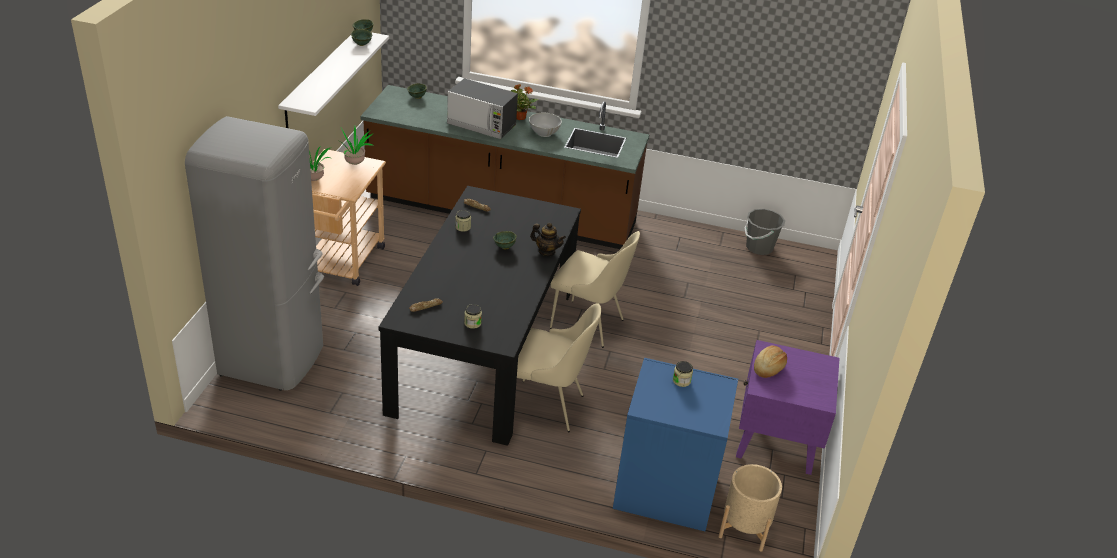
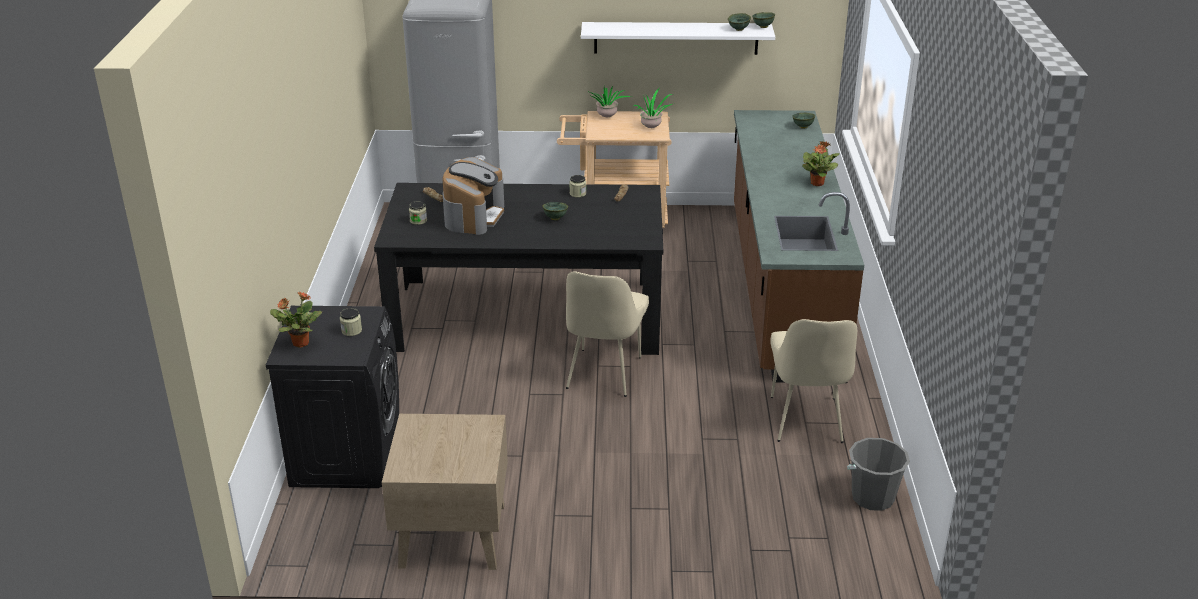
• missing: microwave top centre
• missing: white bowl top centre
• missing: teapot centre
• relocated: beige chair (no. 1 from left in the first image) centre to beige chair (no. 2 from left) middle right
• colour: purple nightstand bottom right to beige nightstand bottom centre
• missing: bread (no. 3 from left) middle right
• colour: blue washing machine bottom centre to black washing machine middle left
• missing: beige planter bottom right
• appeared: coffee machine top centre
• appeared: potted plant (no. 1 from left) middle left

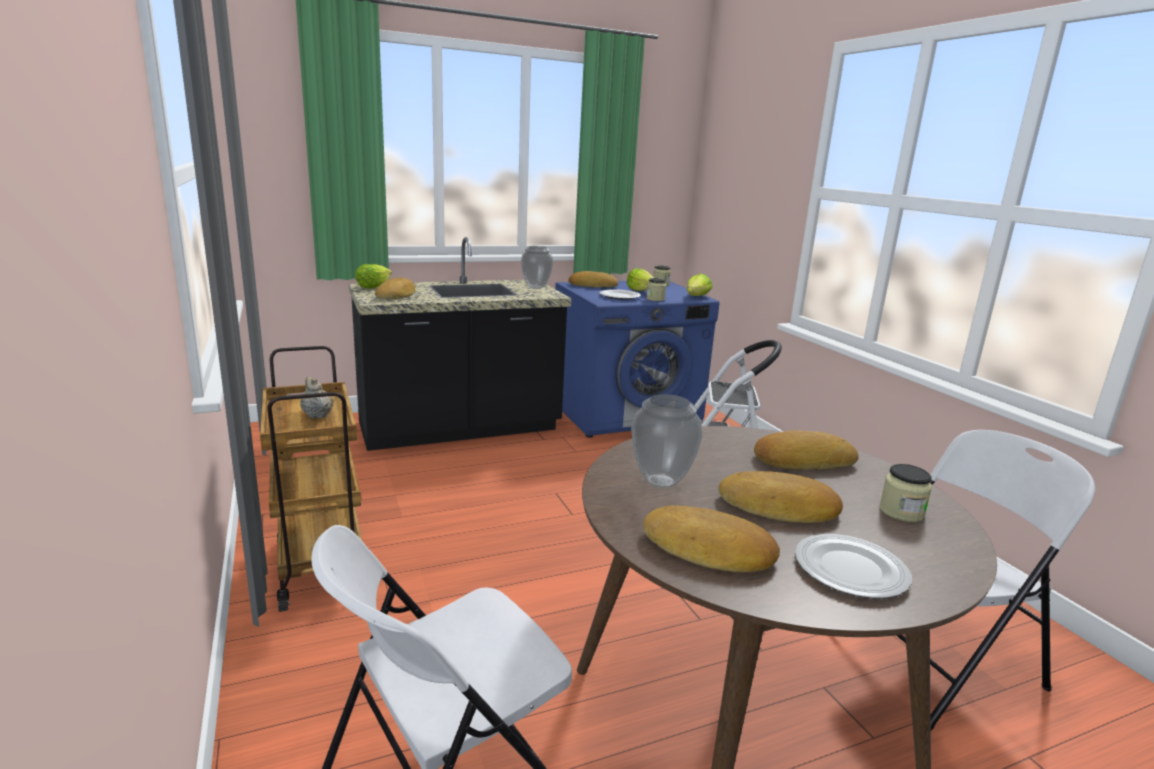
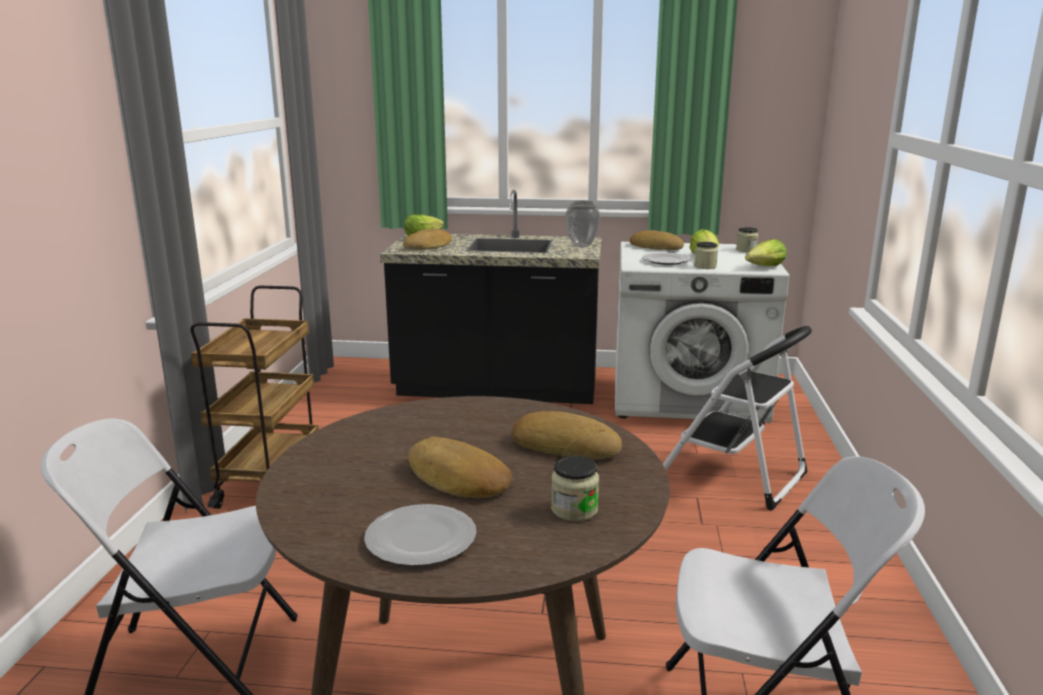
• colour: blue washing machine centre to white washing machine middle right
• missing: beige teapot middle left
• missing: vase (no. 2 from left) centre
• missing: bread (no. 3 from left) bottom centre

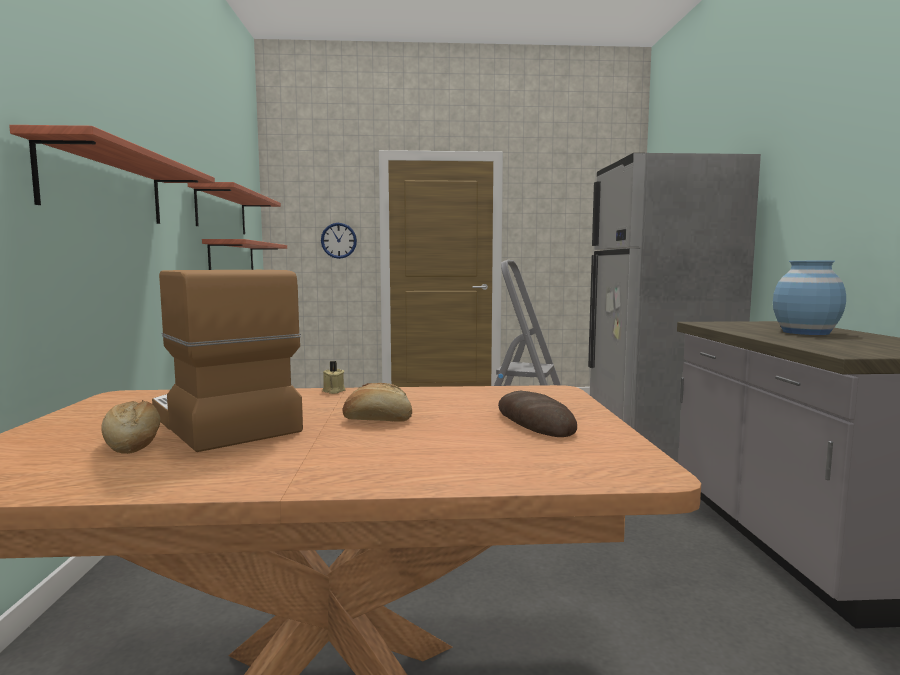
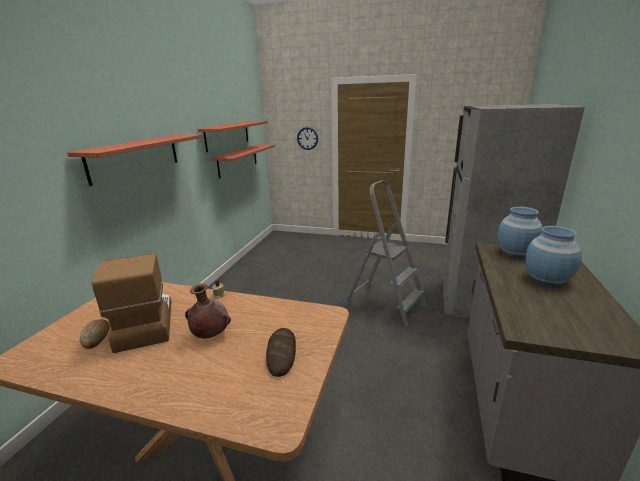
• exchanged: bread (no. 2 from left) centre to brown vase middle left
• appeared: blue vase (no. 1 from left) middle right

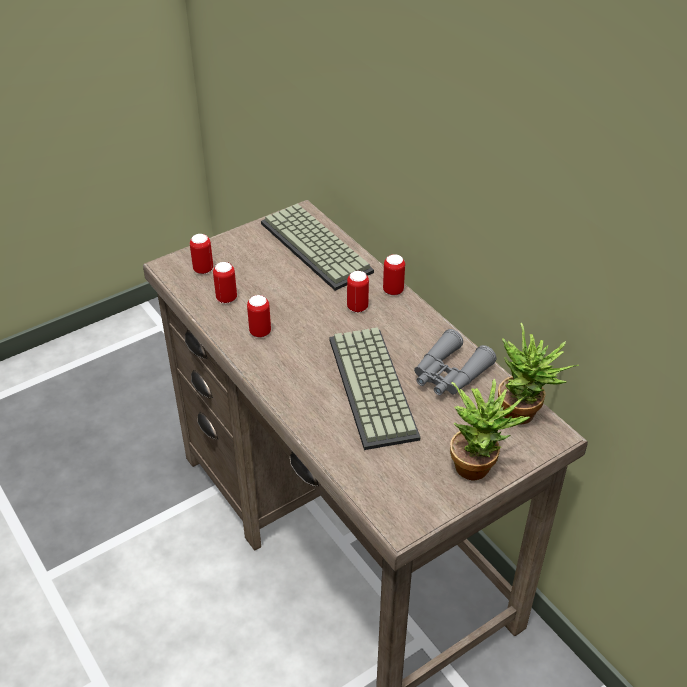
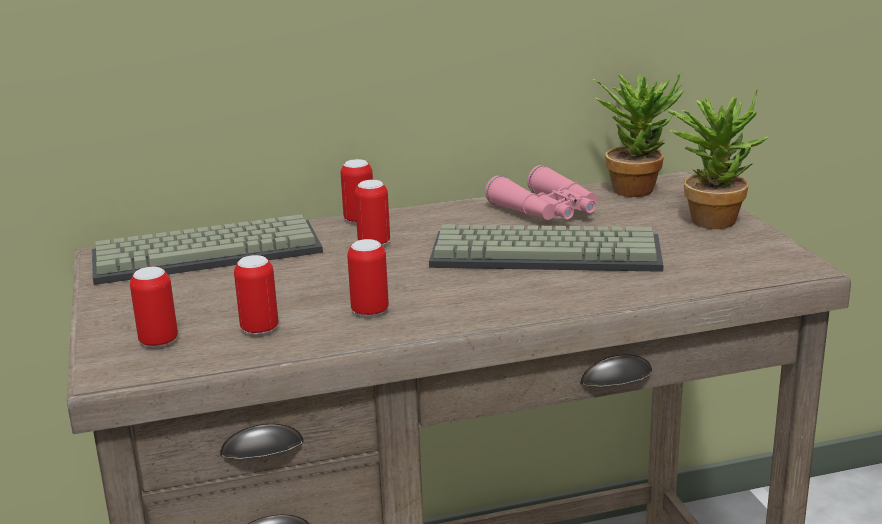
• colour: grey binoculars centre to pink binoculars centre

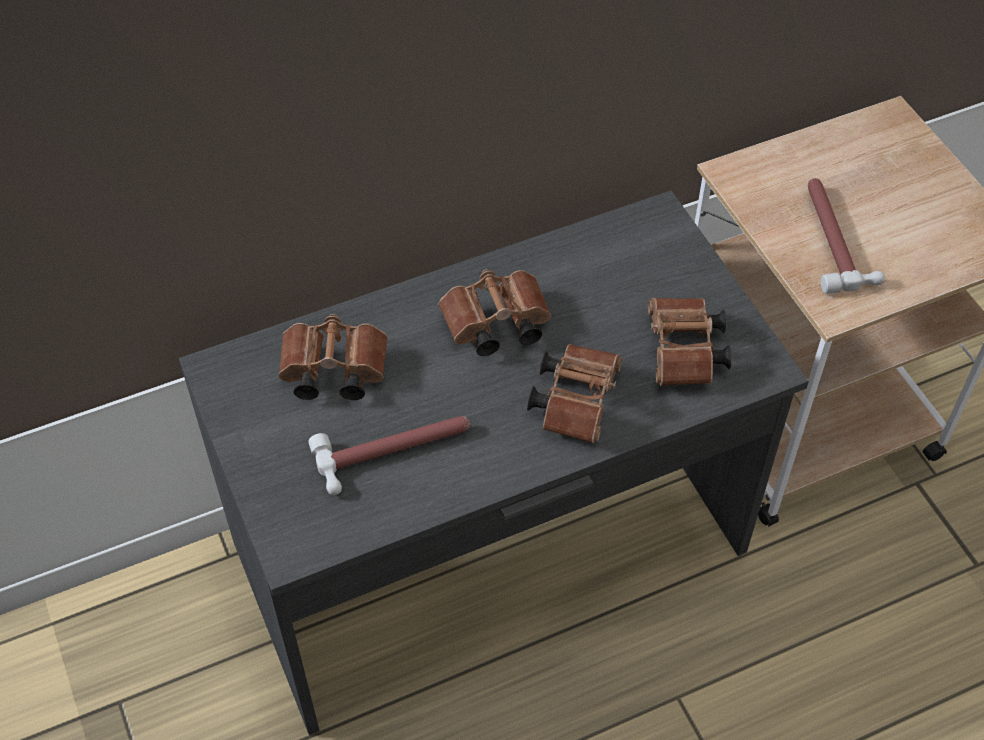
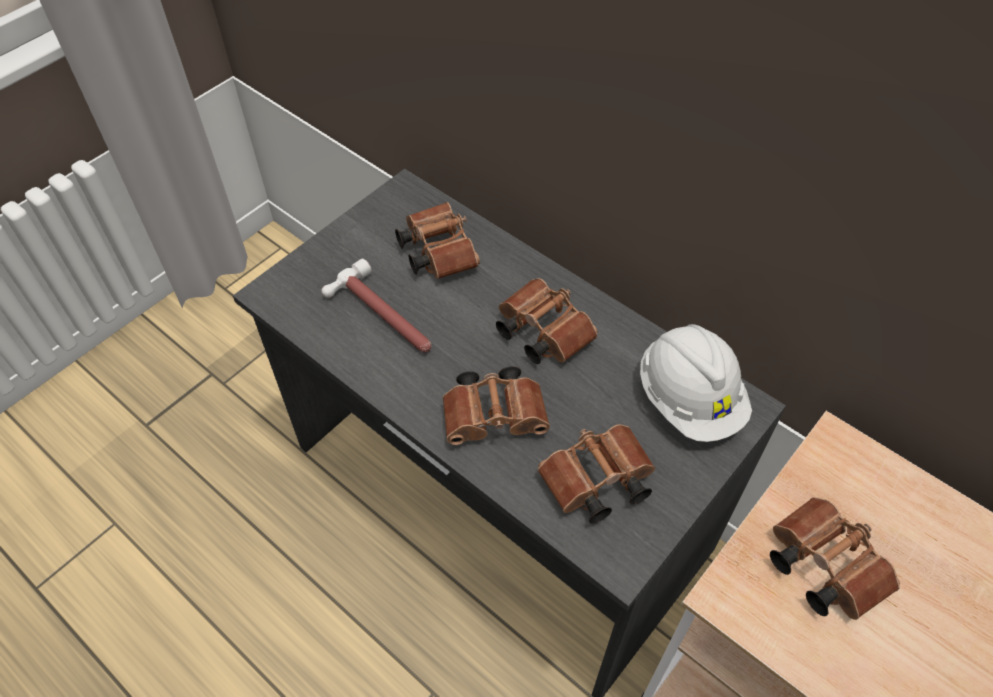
• exchanged: hammer (no. 2 from left) top right to brown binoculars (no. 5 from left) bottom right
• appeared: white hard hat middle right

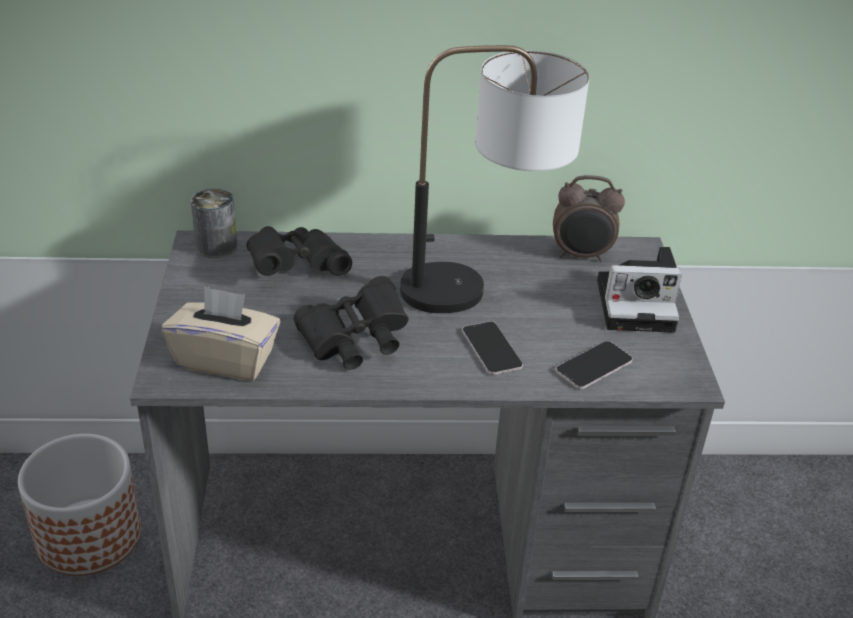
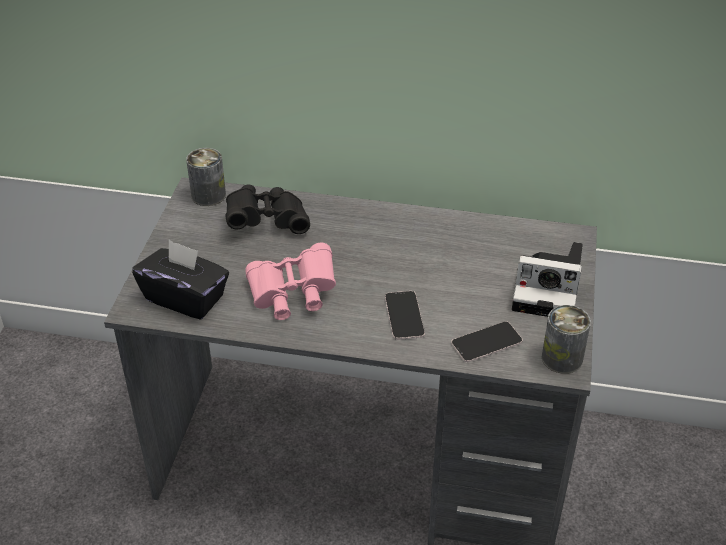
• missing: table lamp top centre
• missing: alarm clock middle right
• colour: black binoculars (no. 2 from left) centre to pink binoculars centre
• colour: beige tissue box middle left to black tissue box middle left
• missing: planter bottom left
• appeared: can (no. 2 from left) middle right

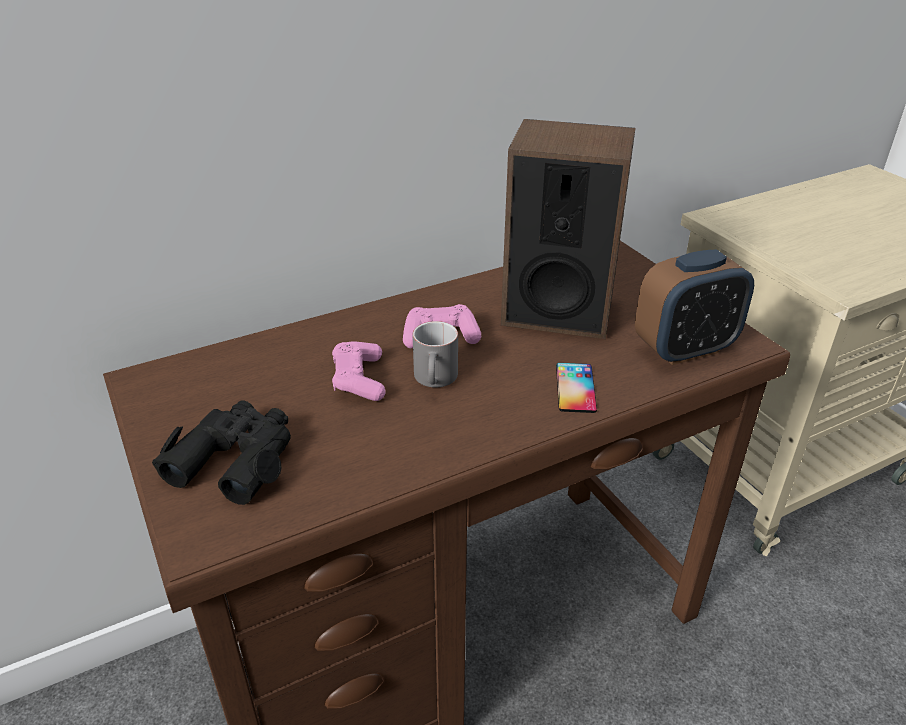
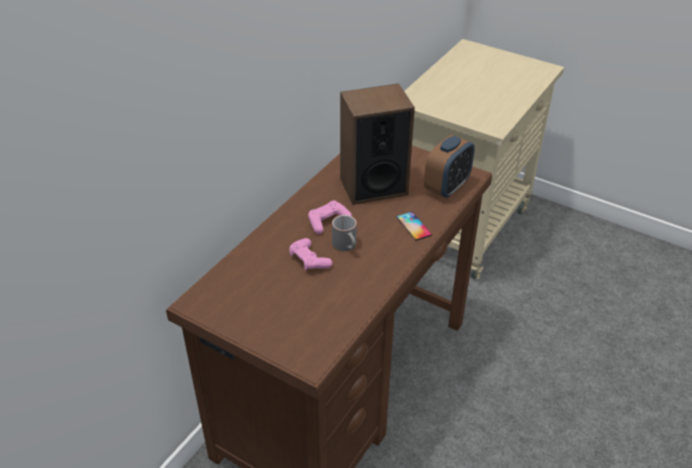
• missing: black binoculars middle left

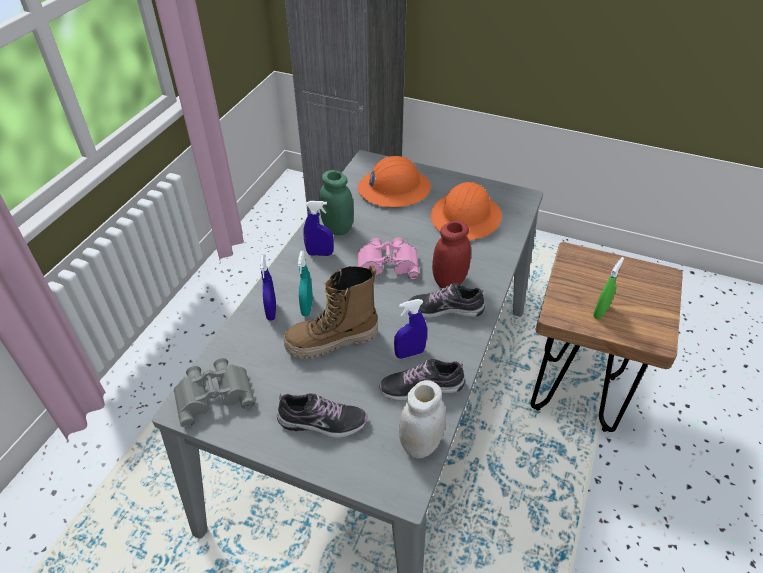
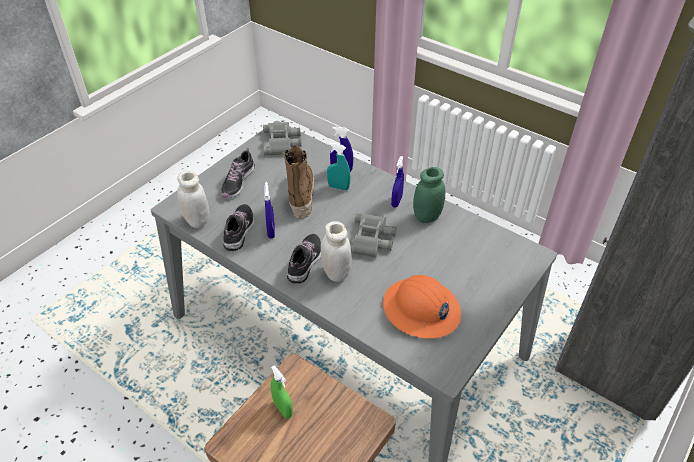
• missing: orange hard hat (no. 1 from left) top centre
• colour: red jar centre to white jar (no. 2 from left) centre
• colour: pink binoculars centre to grey binoculars (no. 2 from left) centre

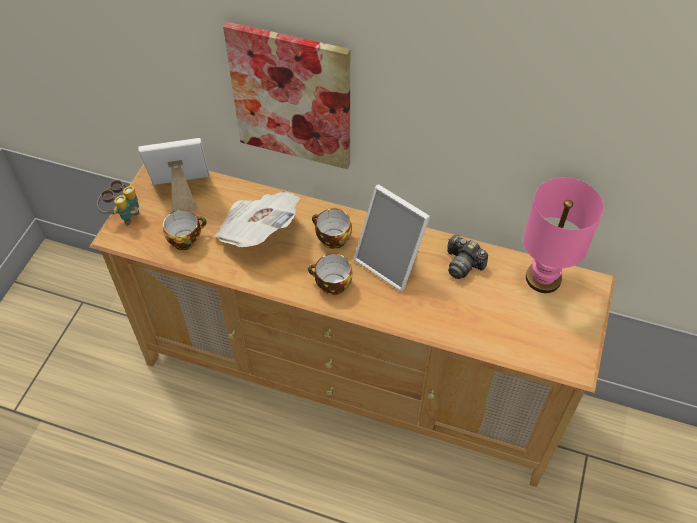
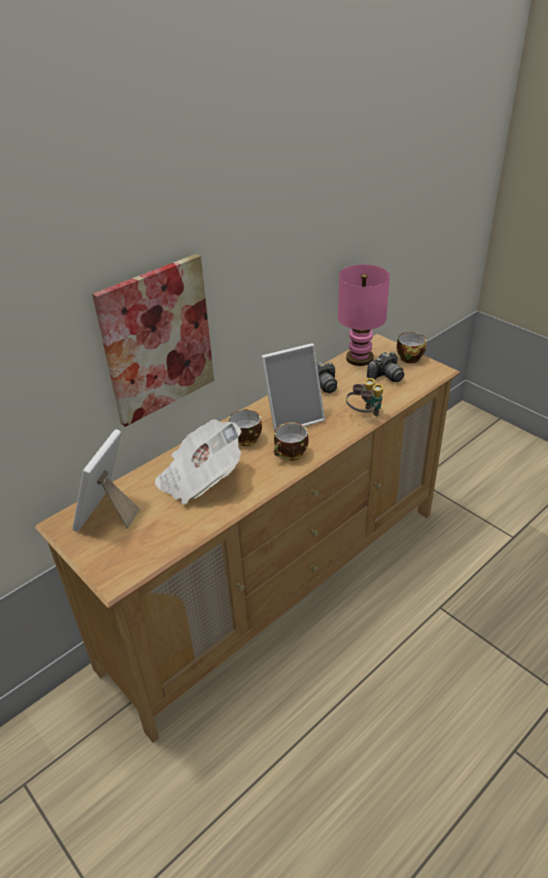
• relocated: binoculars middle left to centre
• relocated: cup (no. 1 from left in the first image) middle left to cup (no. 3 from left) middle right
• appeared: photo camera (no. 2 from left) middle right

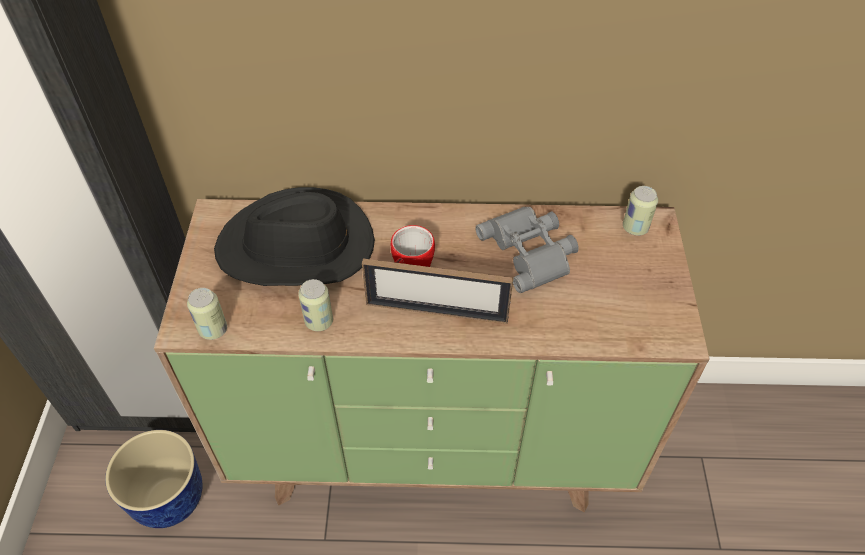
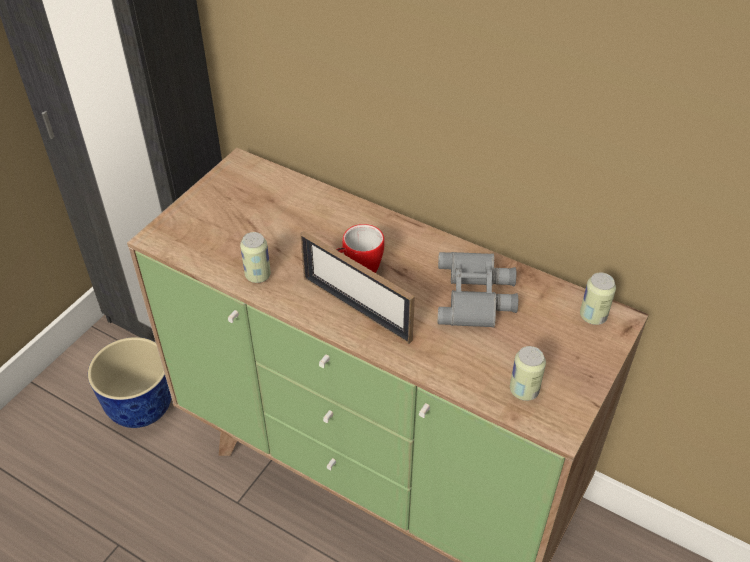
• missing: black hat centre
• relocated: can (no. 1 from left in the first image) middle left to can (no. 2 from left) middle right

